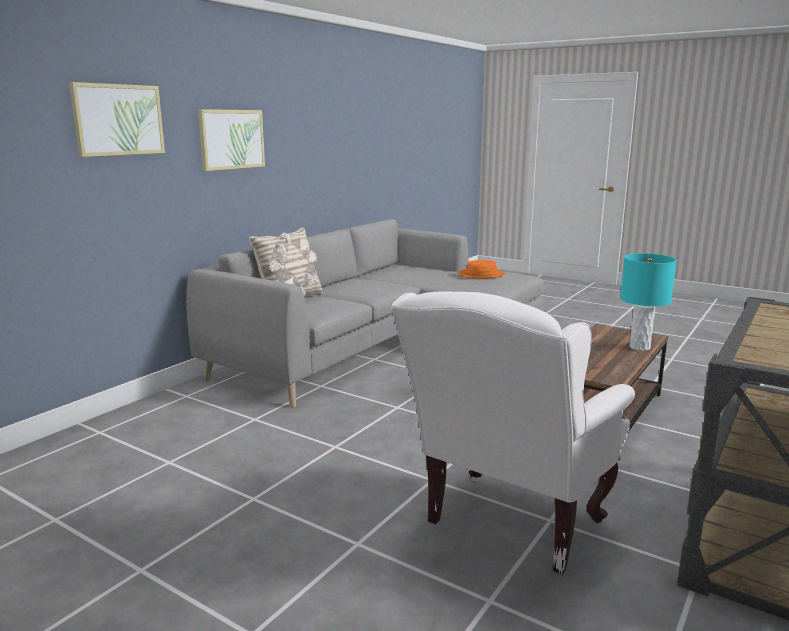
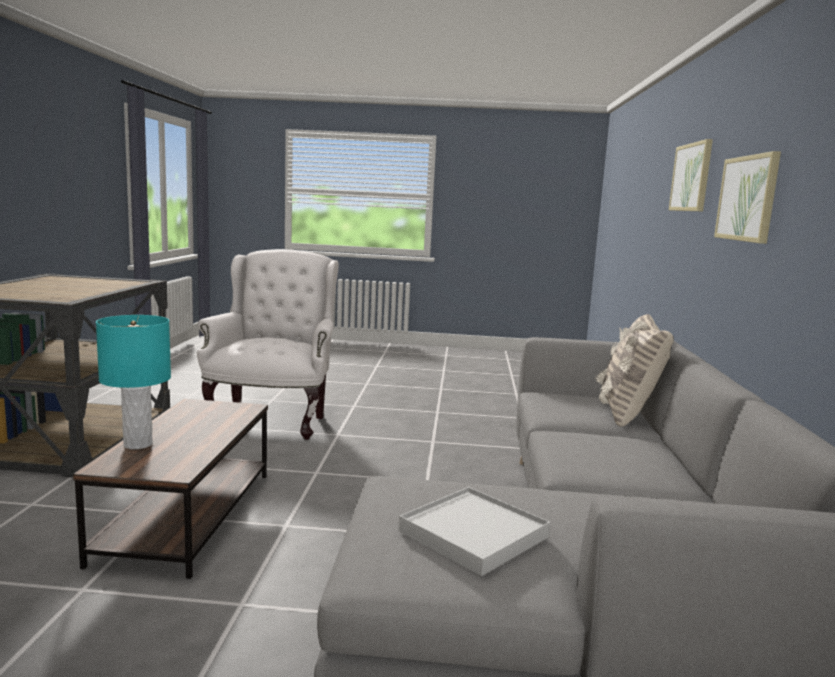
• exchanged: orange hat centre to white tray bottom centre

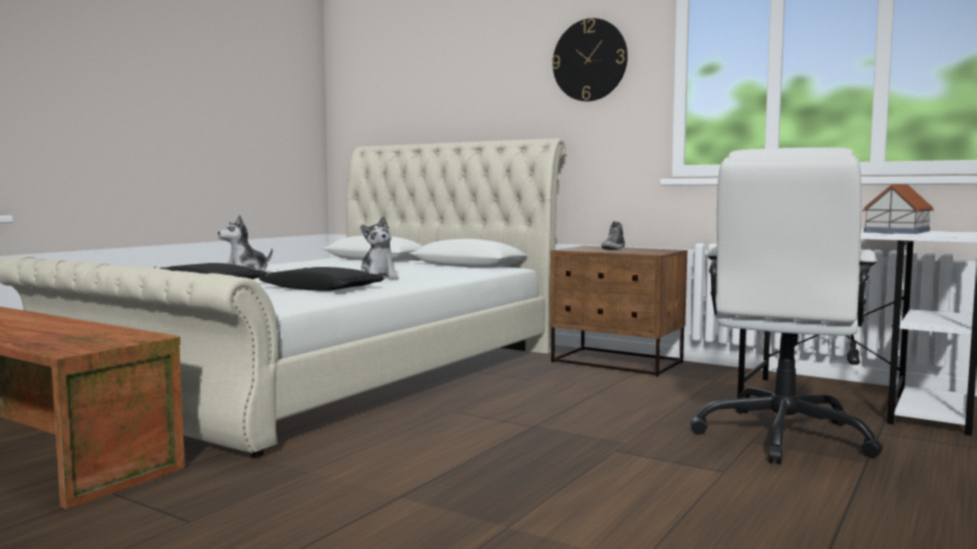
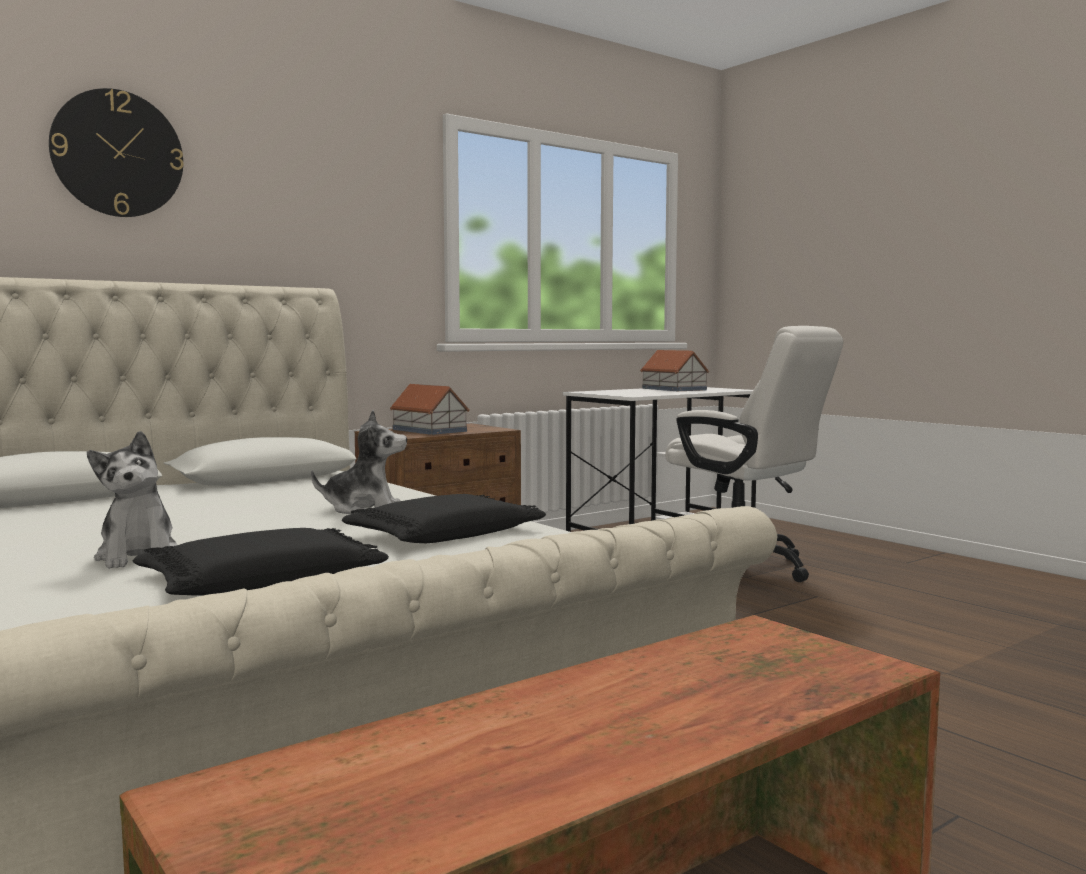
• relocated: wall clock top centre to top left
• exchanged: shoe centre to toy house (no. 1 from left) centre

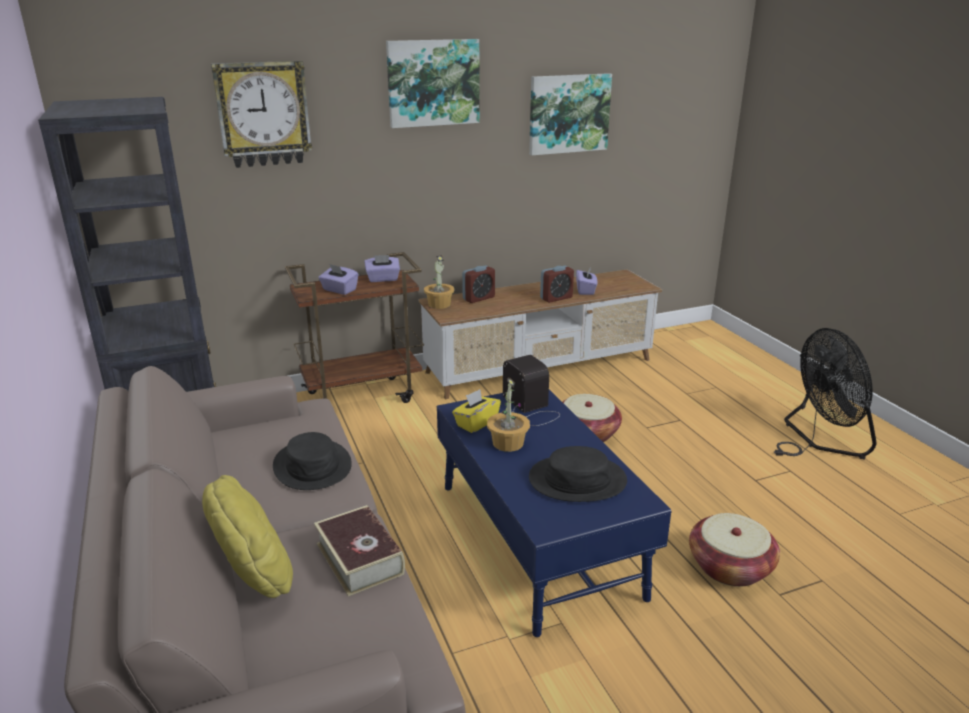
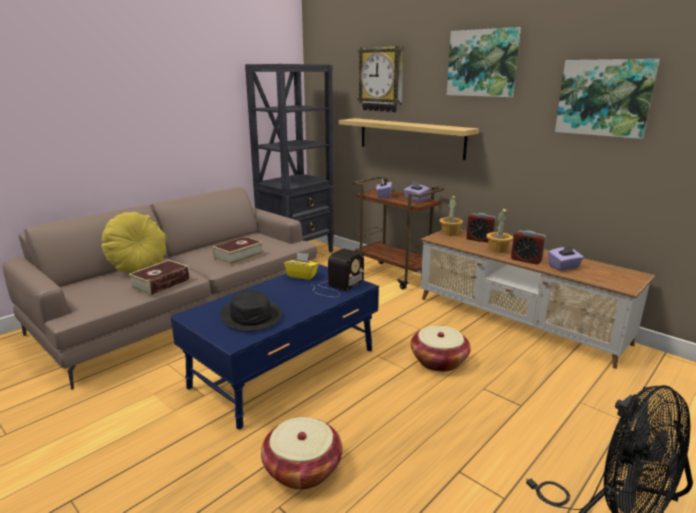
• relocated: potted plant (no. 2 from left) centre to middle right
• exchanged: black hat (no. 1 from left) middle left to book (no. 2 from left) centre
• appeared: shelf top centre

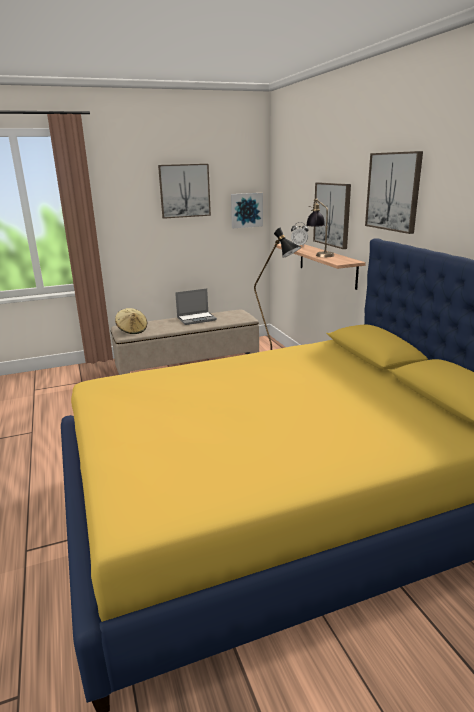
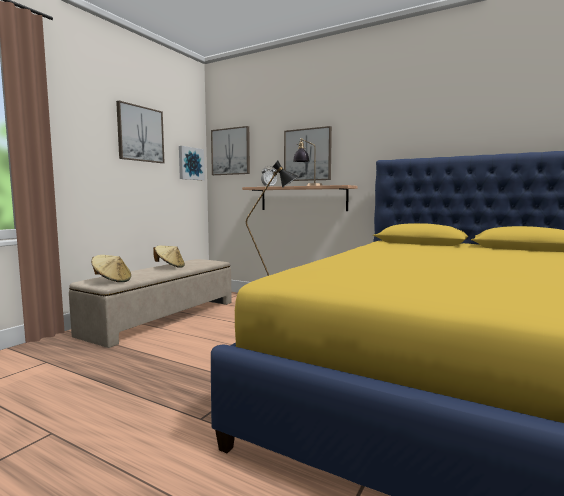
• relocated: picture (no. 4 from left in the first image) top right to picture (no. 3 from left) top centre
• exchanged: laptop centre to beige hat (no. 2 from left) middle left

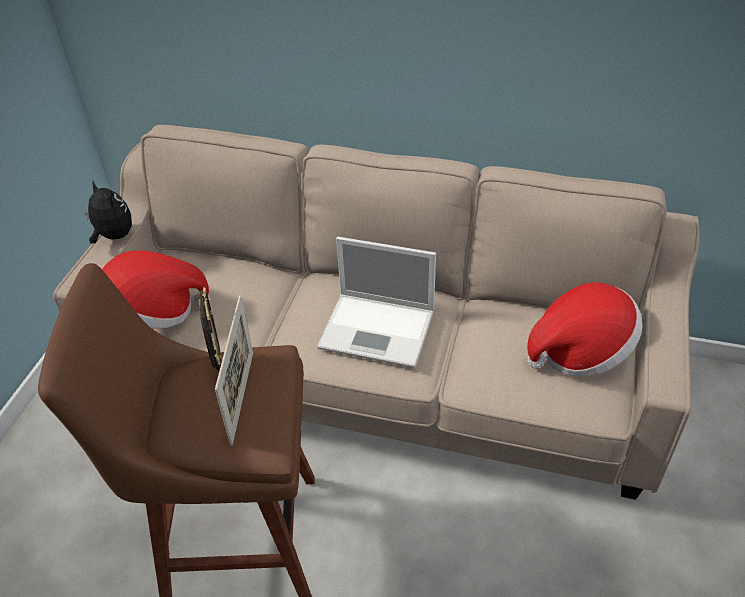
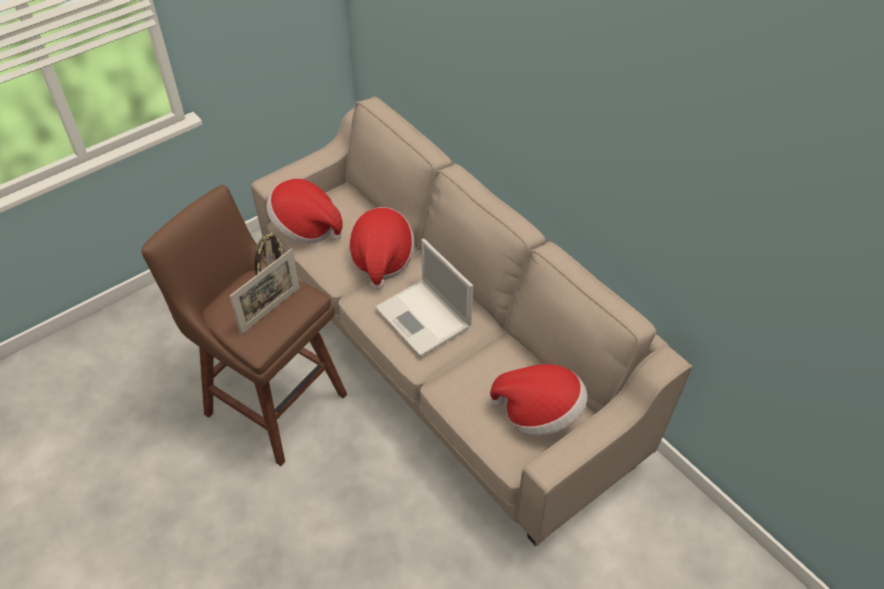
• missing: plush toy middle left
• appeared: hat (no. 2 from left) centre

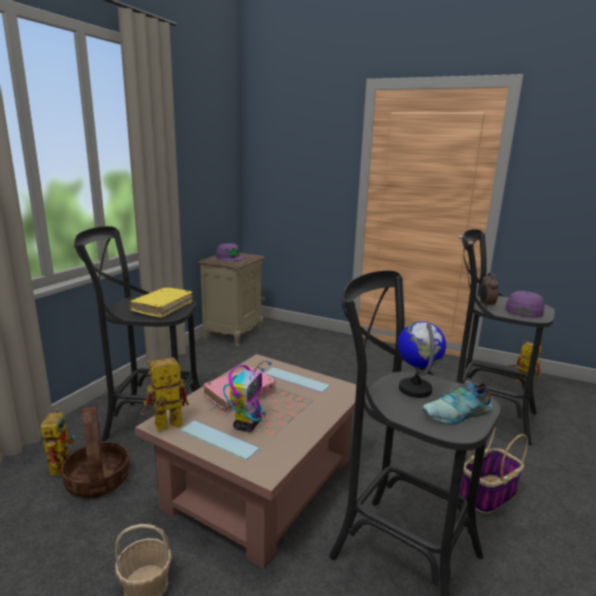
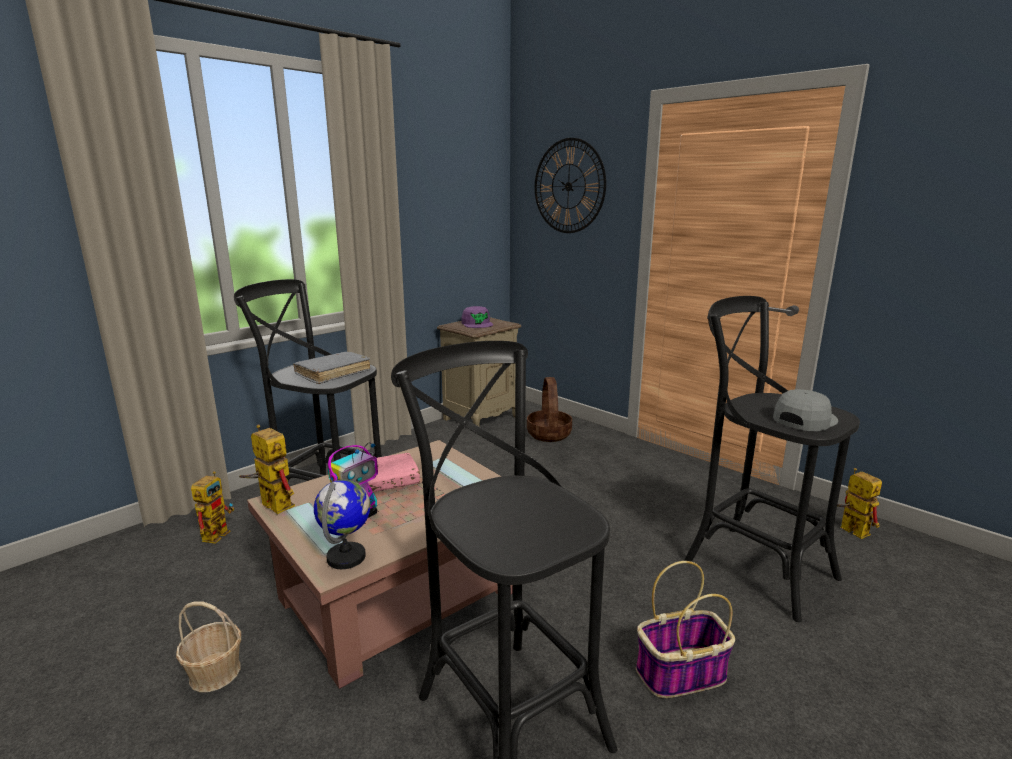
• missing: alarm clock middle right
• colour: yellow book middle left to grey book middle left
• colour: purple cap (no. 2 from left) middle right to grey cap middle right
• relocated: globe middle right to bottom centre
• spun: toy robot (no. 2 from left) middle left = middle left 45 degrees clockwise
• missing: shoe bottom right
• relocated: basket (no. 1 from left in the first image) bottom left to basket (no. 2 from left) centre
• appeared: wall clock top centre

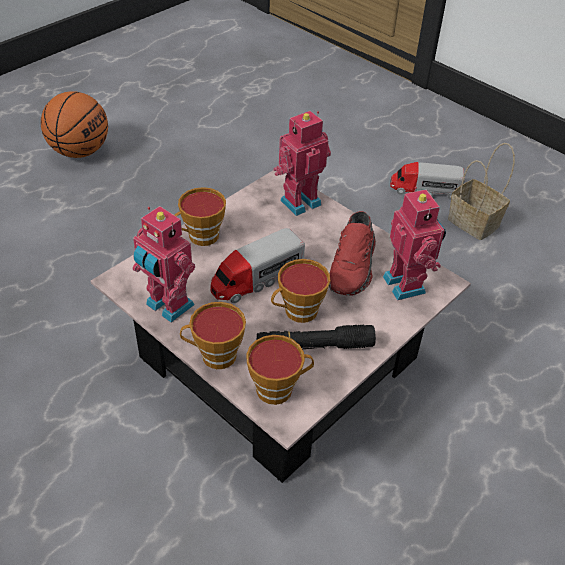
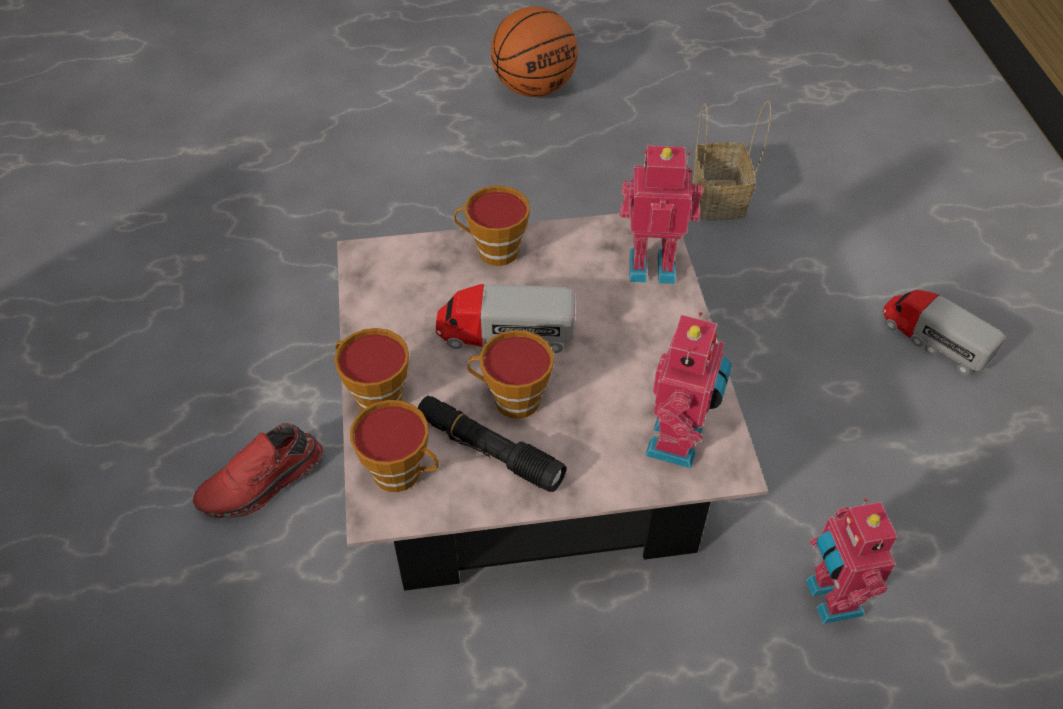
• relocated: basket middle right to top right
• relocated: toy robot (no. 1 from left in the first image) middle left to toy robot (no. 3 from left) bottom right
• relocated: red shoe centre to middle left

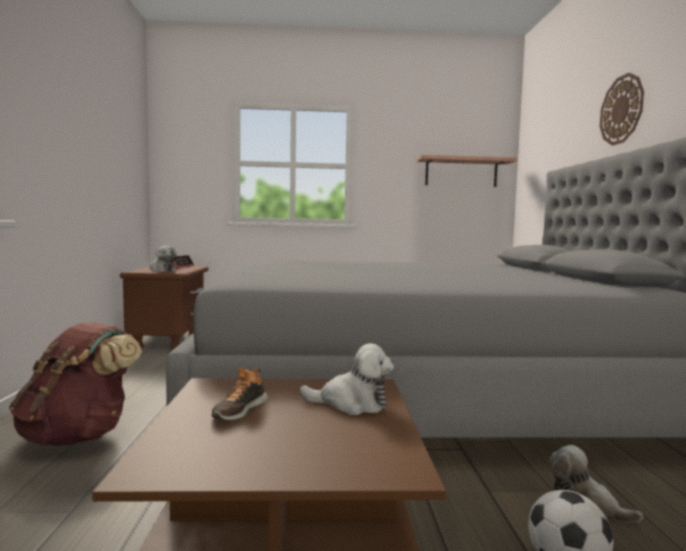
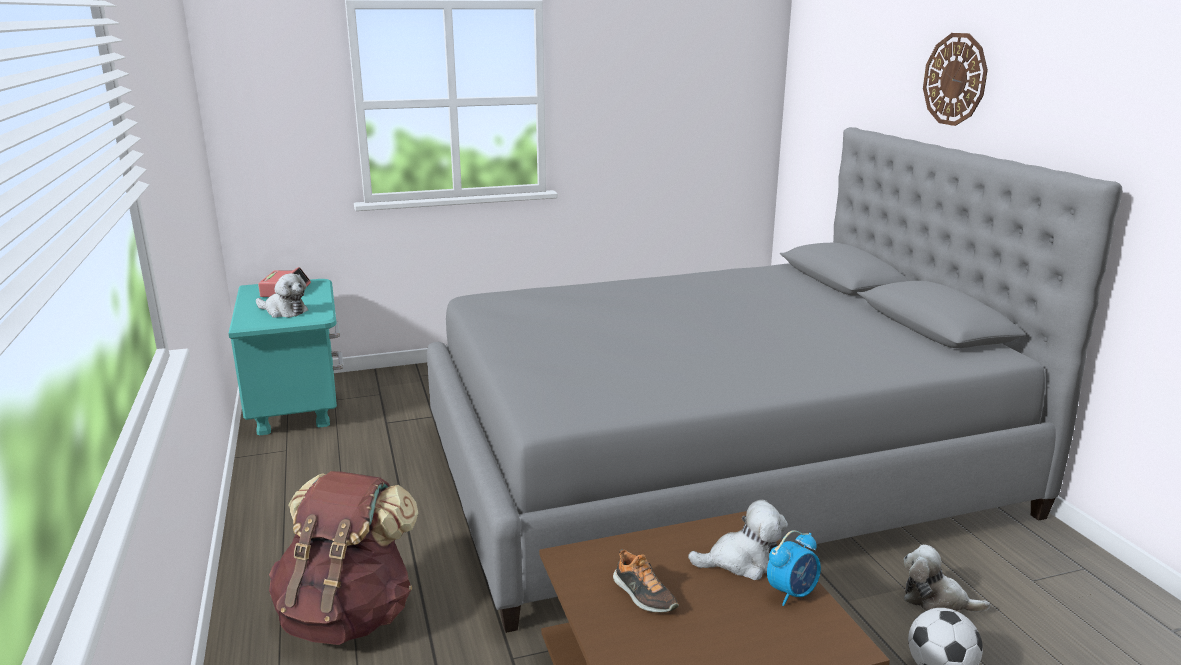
• missing: shelf top right
• colour: brown nightstand middle left to turquoise nightstand middle left
• spun: shoe bottom centre = bottom centre 45 degrees counterclockwise
• appeared: alarm clock (no. 2 from left) bottom right

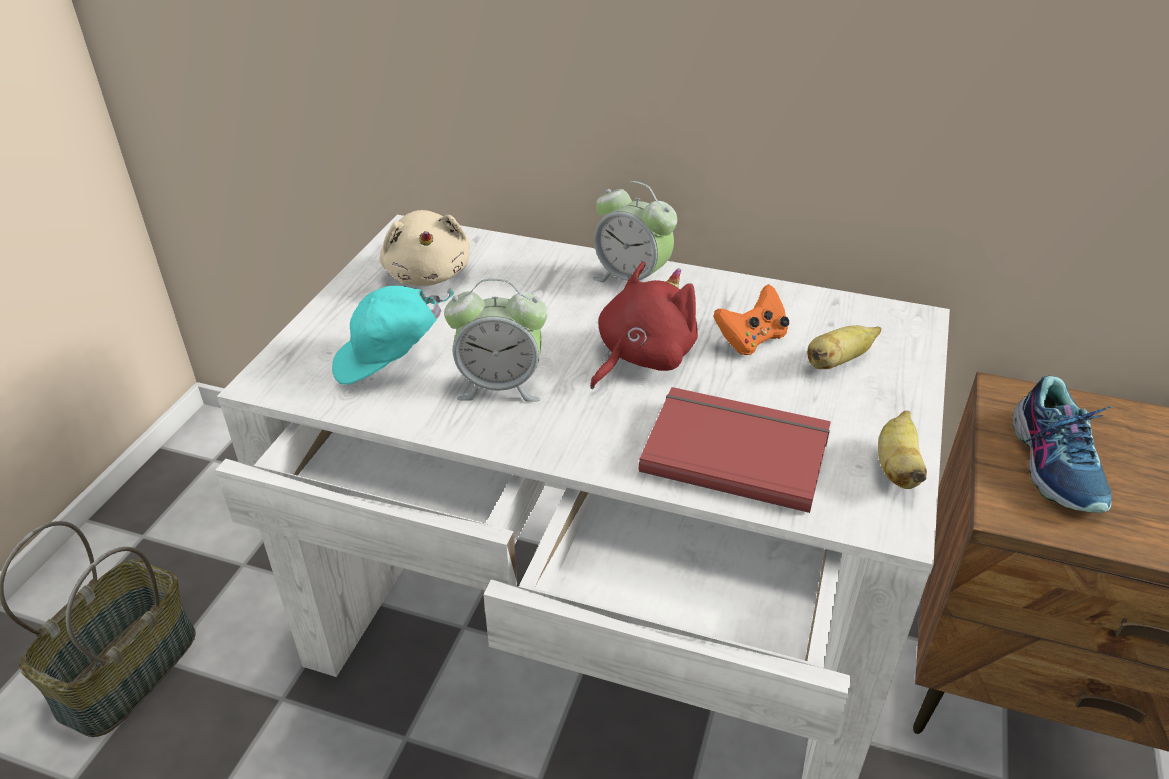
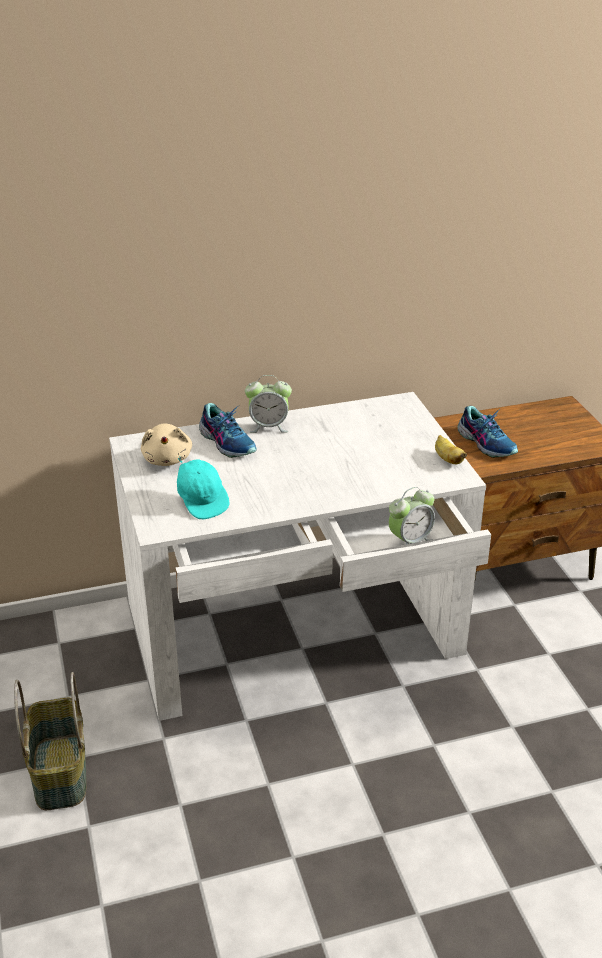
• spun: beige plush toy top centre = middle left 45 degrees clockwise
• missing: red plush toy centre
• relocated: alarm clock (no. 1 from left in the first image) centre to alarm clock (no. 2 from left) middle right
• missing: orange game controller centre
• spun: turquoise cap centre = centre 60 degrees counterclockwise
• missing: banana (no. 1 from left) middle right
• missing: red book centre
• appeared: shoe (no. 1 from left) centre

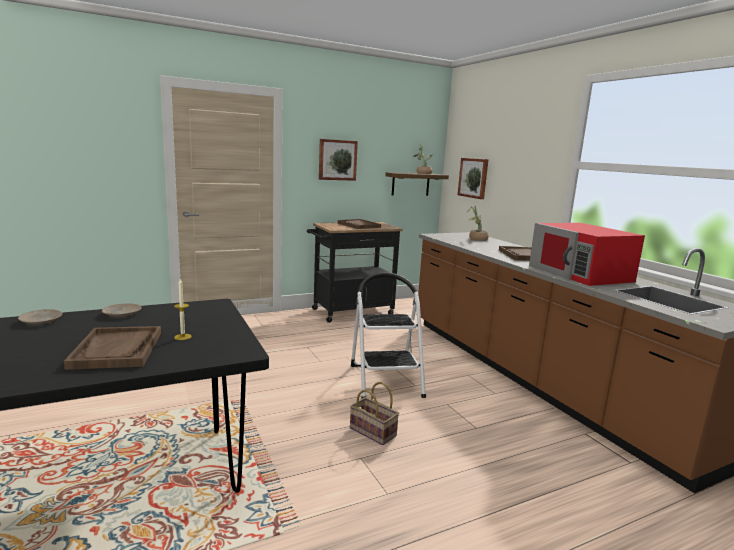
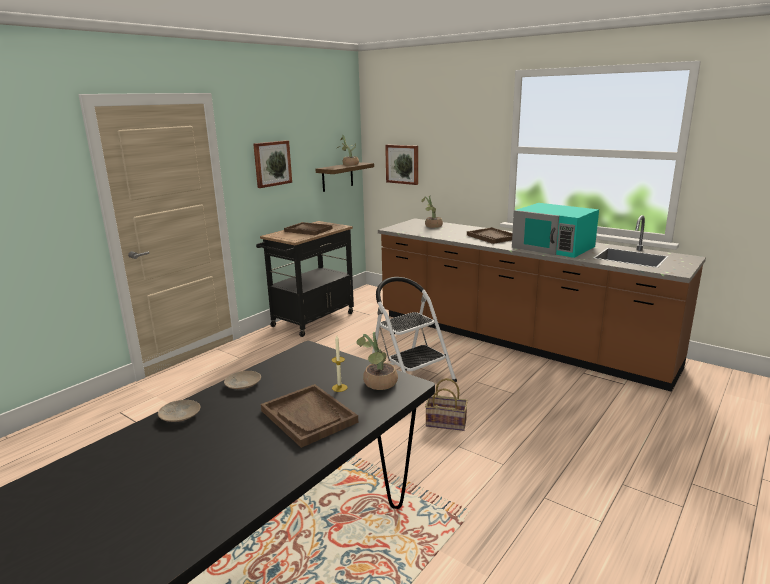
• colour: red microwave middle right to turquoise microwave middle right
• appeared: potted plant (no. 2 from left) centre

